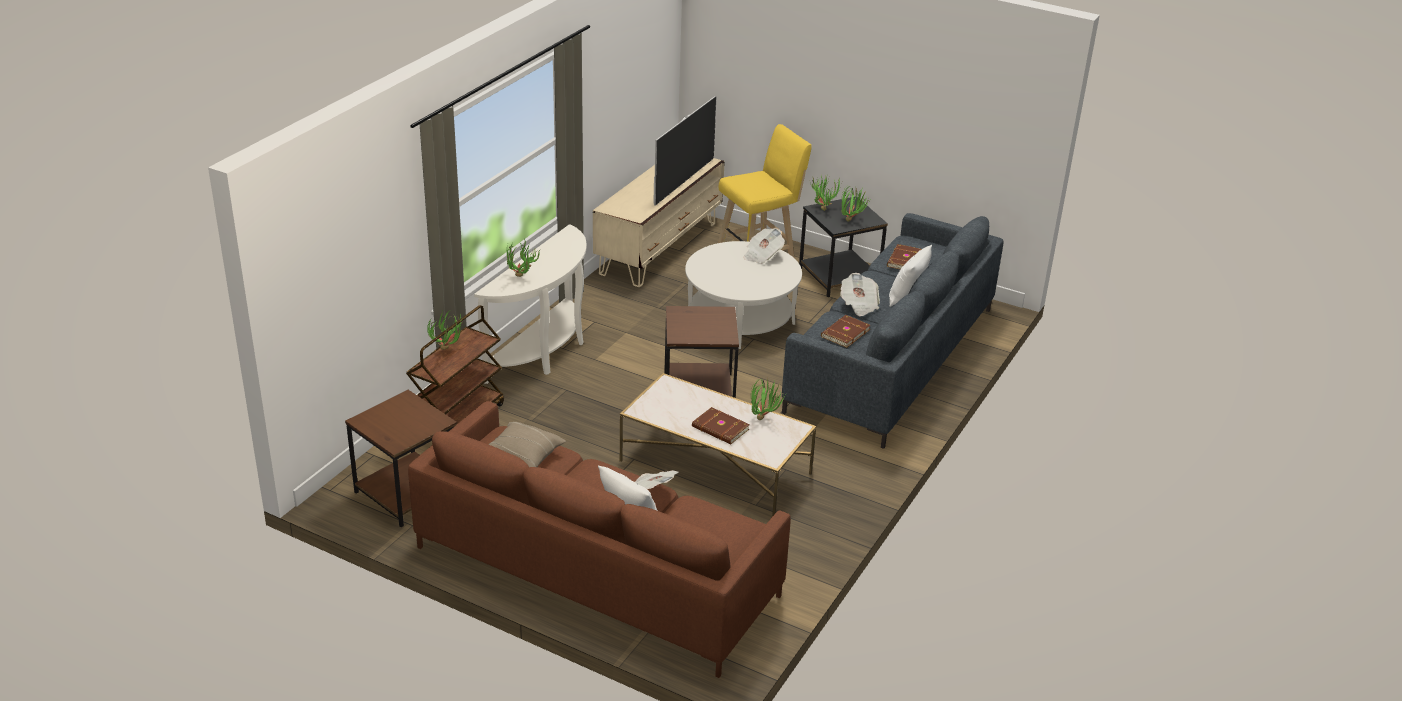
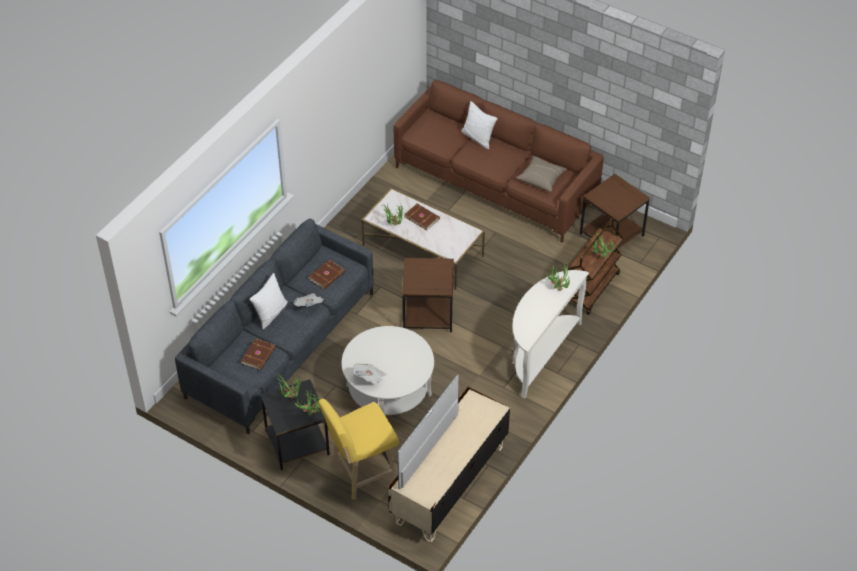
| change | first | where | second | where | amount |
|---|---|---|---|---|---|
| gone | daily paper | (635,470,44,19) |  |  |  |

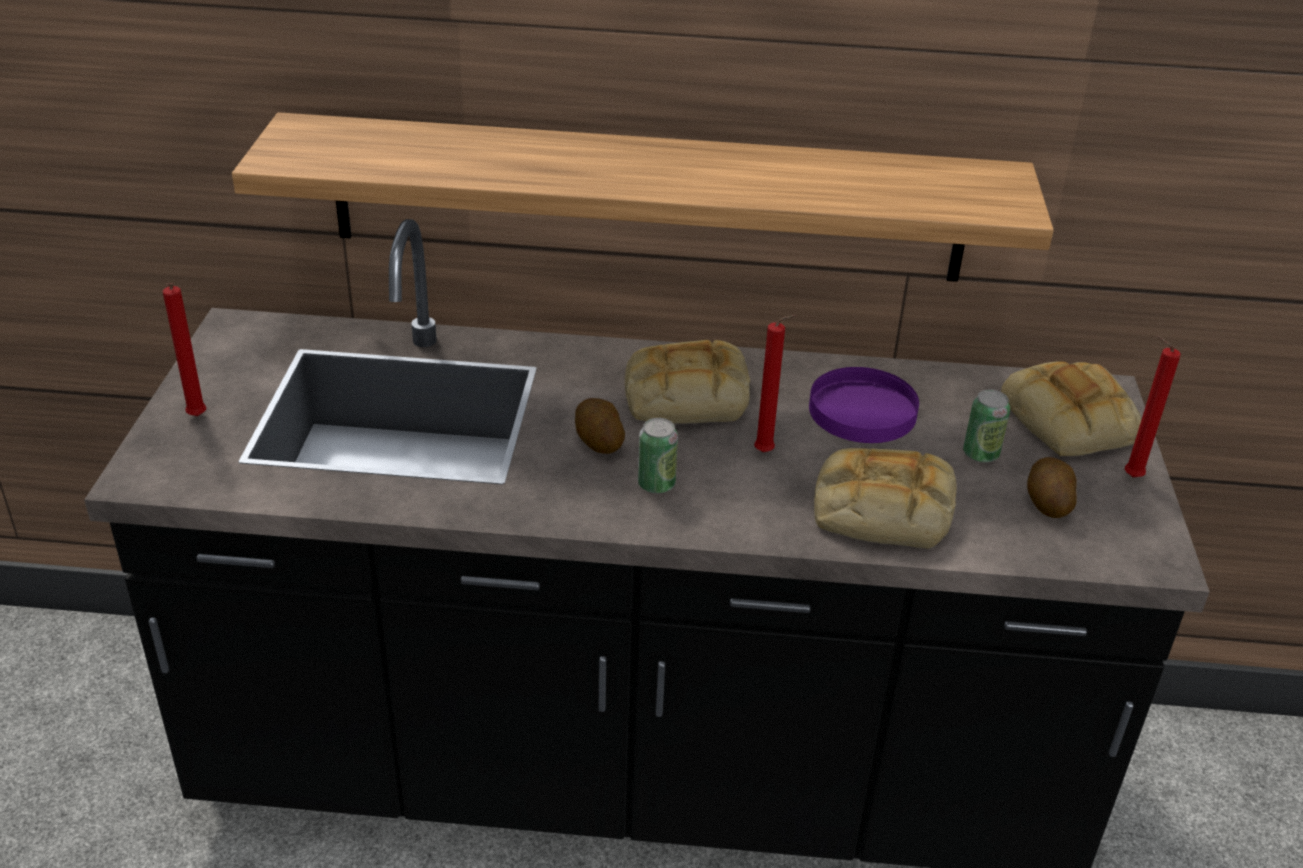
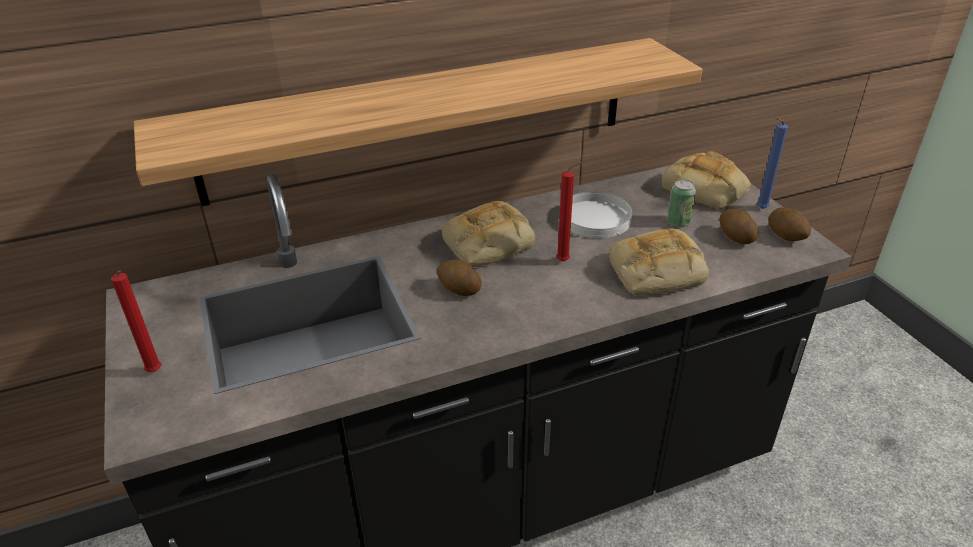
| change | first | where | second | where | amount |
|---|---|---|---|---|---|
| repainted | purple-coloured flat dish | (809,367,110,76) | white flat dish | (571,192,61,46) |  |
| repainted | reddish wax light | (1125,336,56,141) | bluish wax light | (757,117,31,92) |  |
| new |  |  | spud | (768,207,43,34) |  |
| gone | can | (638,418,40,76) |  |  |  |

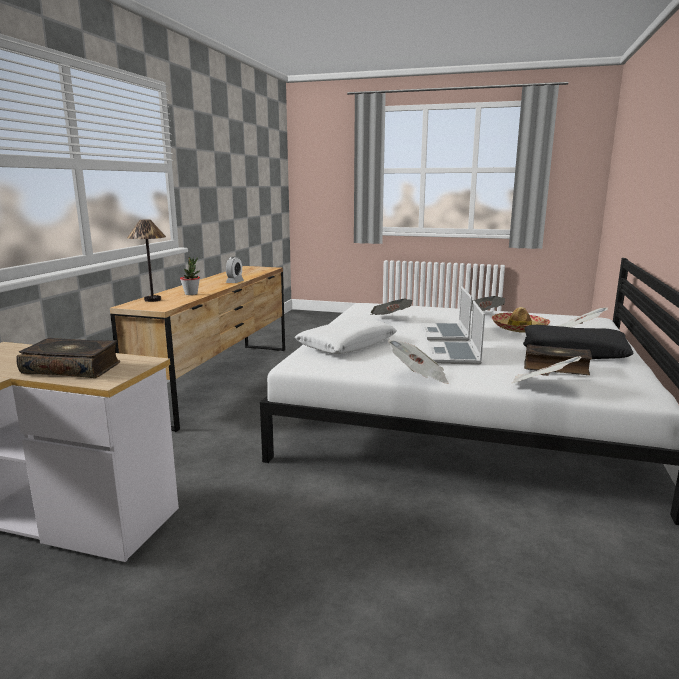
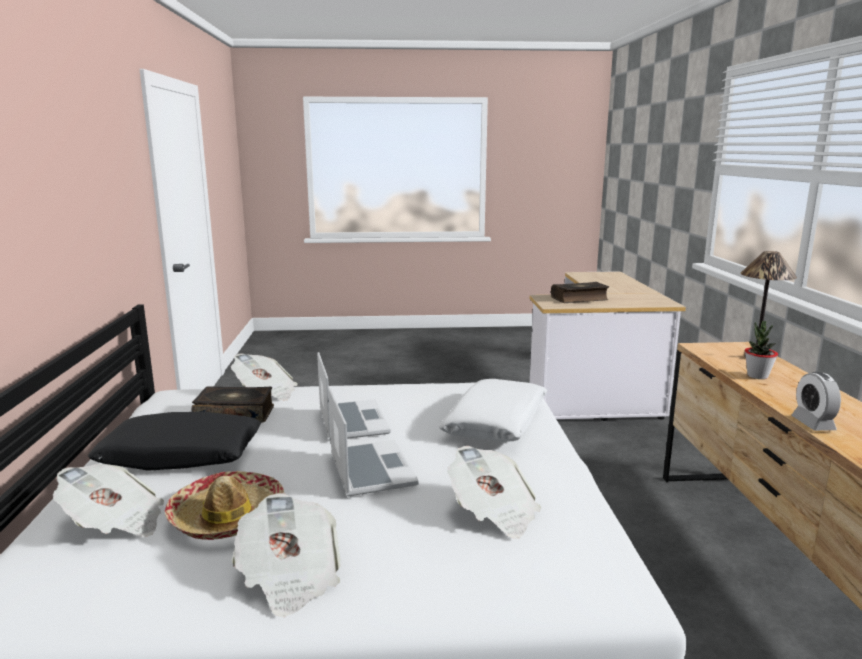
| change | first | where | second | where | amount |
|---|---|---|---|---|---|
| gone | daily paper | (388,340,61,44) |  |  |  |

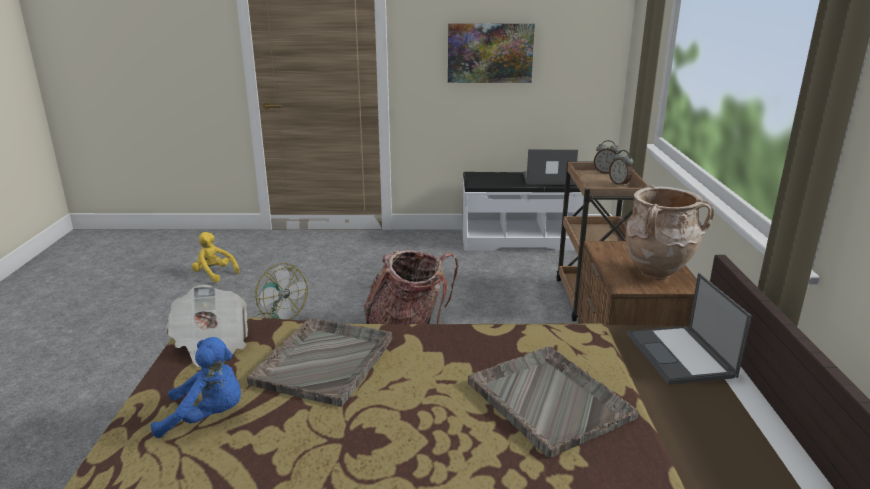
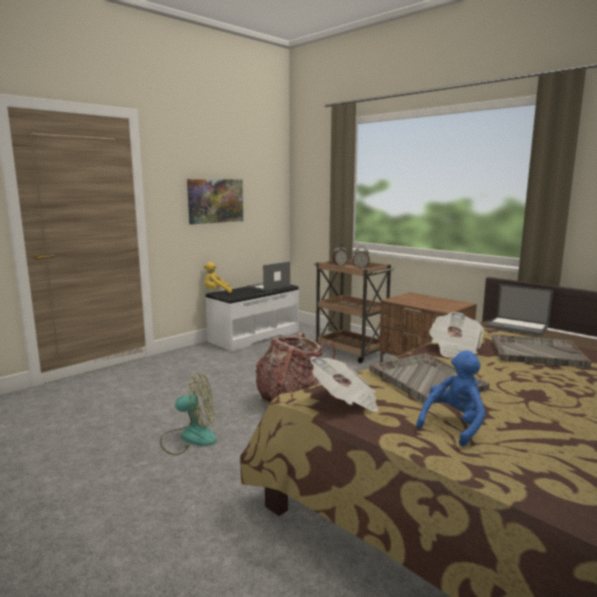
| change | first | where | second | where | amount |
|---|---|---|---|---|---|
| shifted | yellow-coloured plush toy | (192,232,48,50) |  | (204,262,28,31) |  |
| new |  |  | daily paper | (429,312,55,46) |  |
| gone | beige decorative vase | (625,185,90,95) |  |  |  |

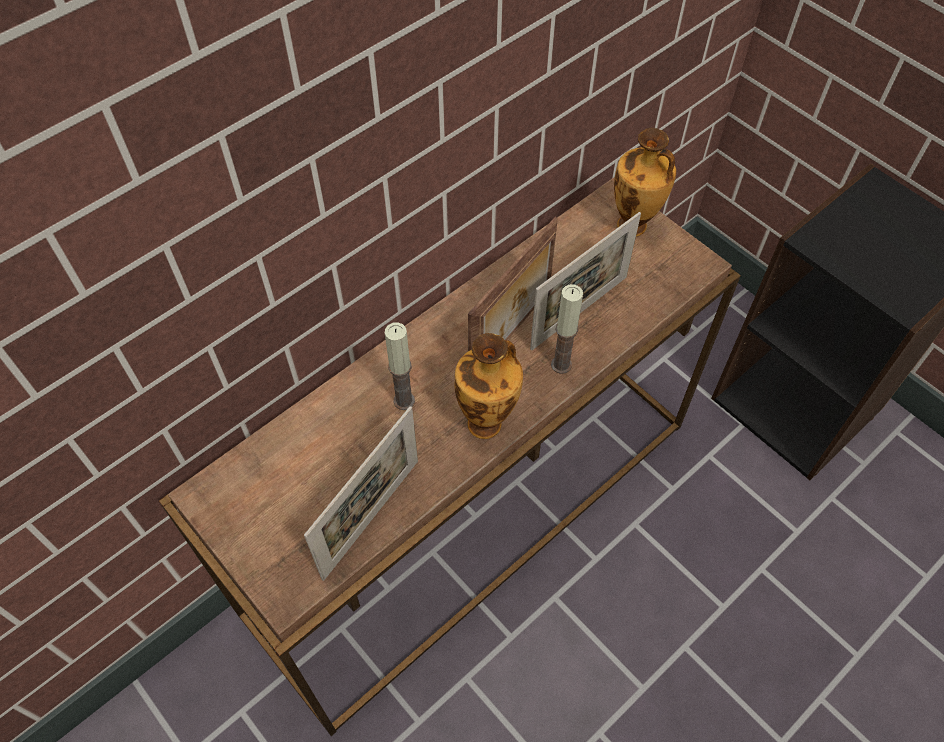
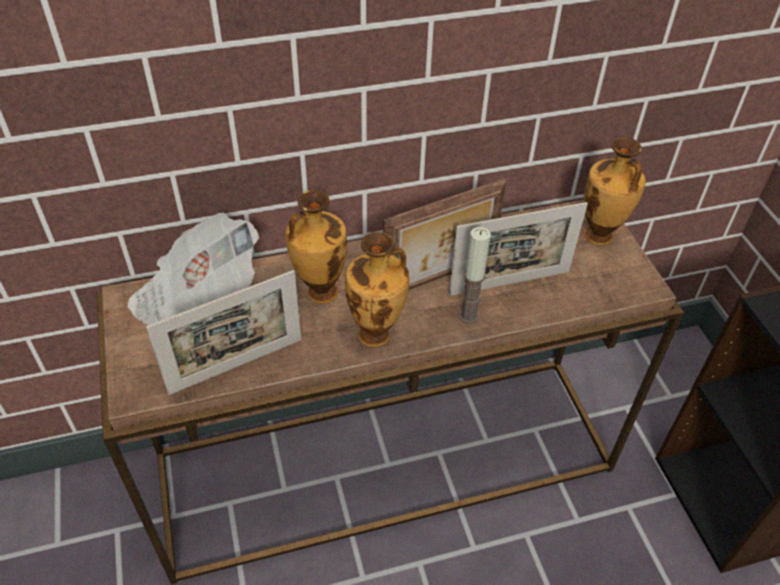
| change | first | where | second | where | amount |
|---|---|---|---|---|---|
| new |  |  | daily paper | (128,213,131,112) |  |
| swapped | wax light | (385,322,30,88) | decorative vase | (285,190,62,114) |  |

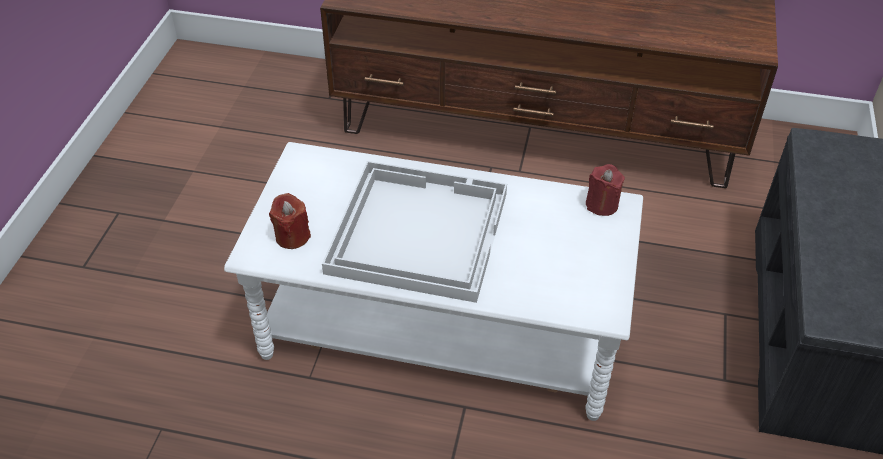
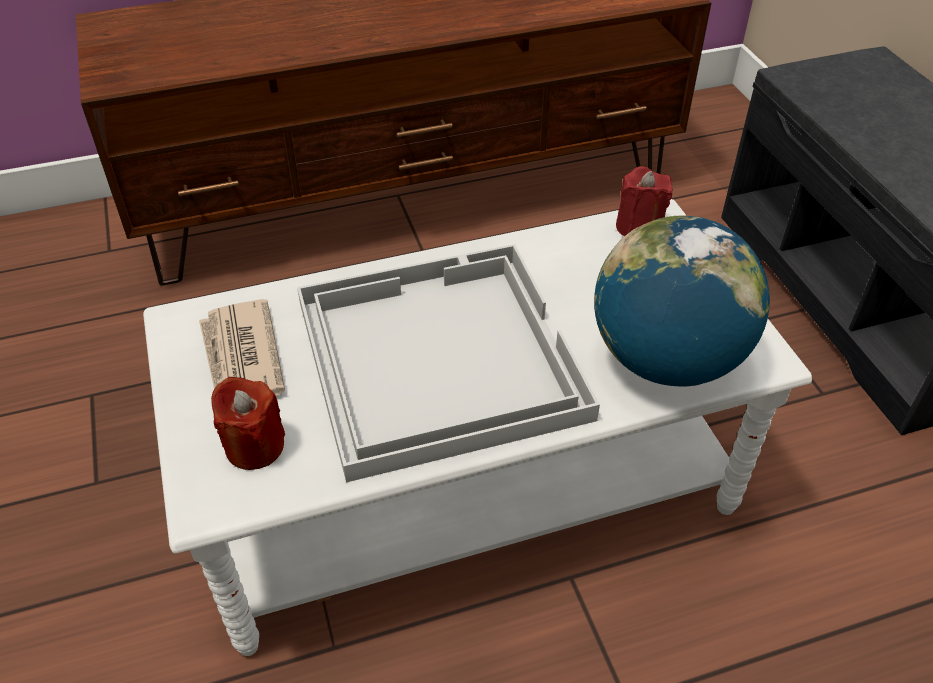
| change | first | where | second | where | amount |
|---|---|---|---|---|---|
| new |  |  | daily paper | (199,299,86,97) |  |
| new |  |  | globe | (594,216,176,171) |  |

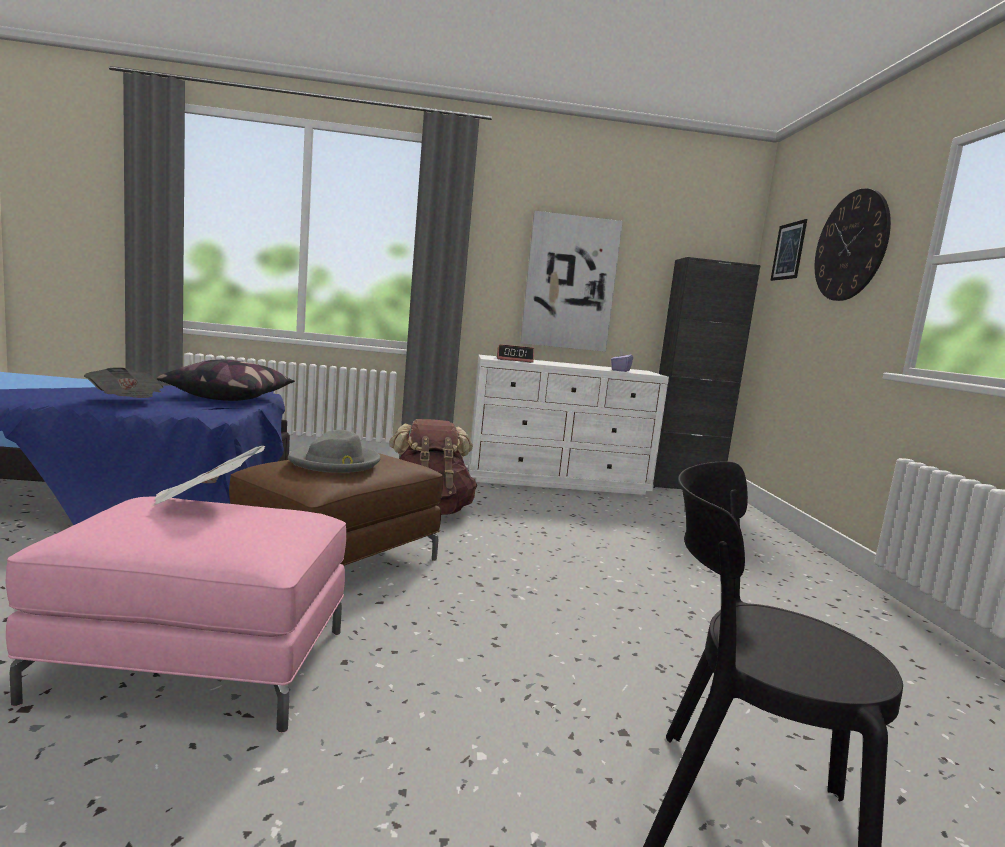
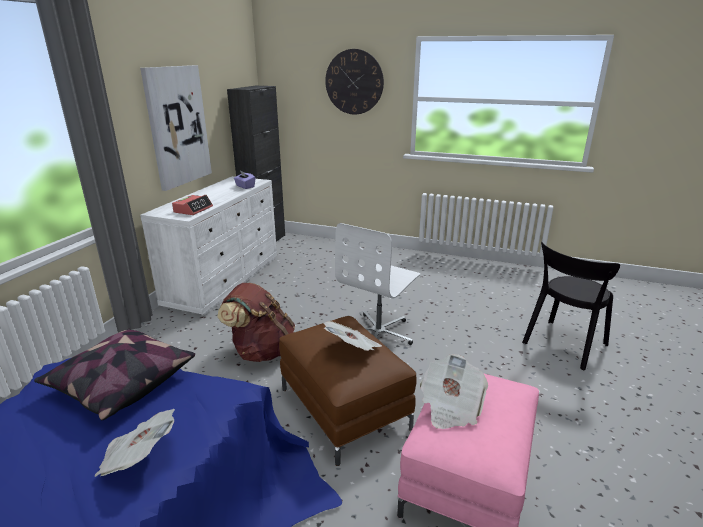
| change | first | where | second | where | amount |
|---|---|---|---|---|---|
| swapped | gray wearable hat | (288,430,93,43) | daily paper | (324,321,58,30) |  |
| new |  |  | white office chair | (335,223,85,122) |  |
| gone | wall art | (770,219,37,62) |  |  |  |

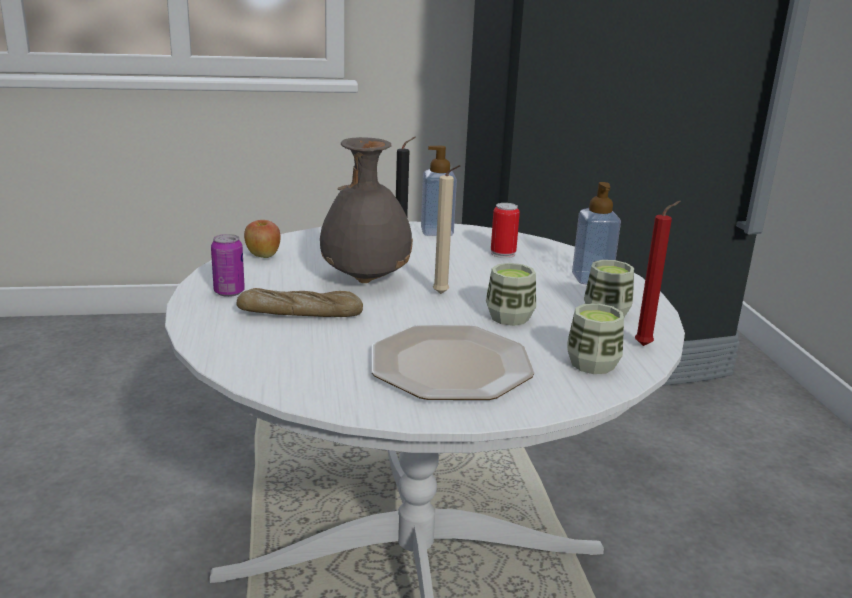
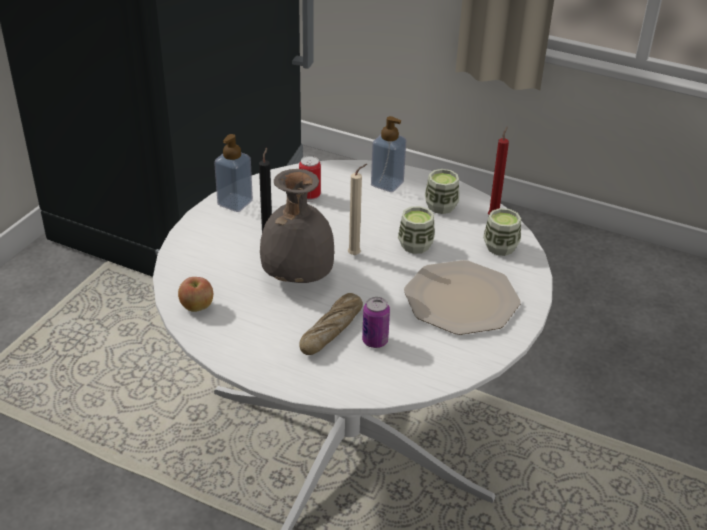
| change | first | where | second | where | amount |
|---|---|---|---|---|---|
| shifted | can | (211,234,34,63) |  | (362,297,28,51) |  |

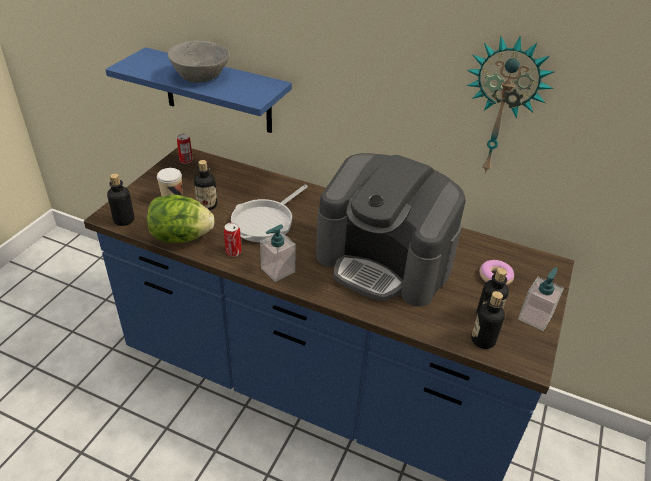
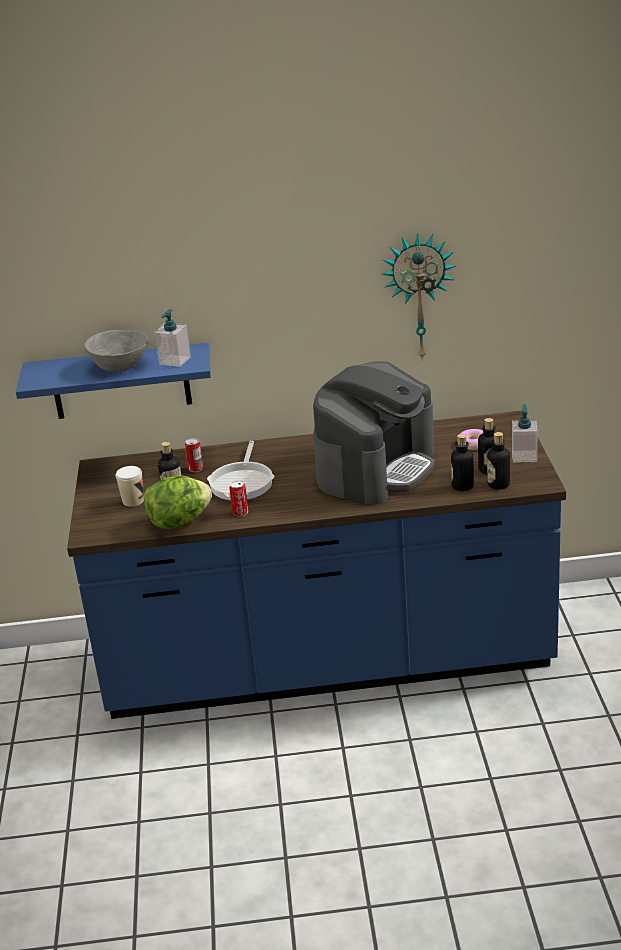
| change | first | where | second | where | amount |
|---|---|---|---|---|---|
| shifted | liquid soap bottle | (260,225,36,57) |  | (154,309,37,58) |  |
| shifted | can | (177,134,16,30) |  | (185,438,18,34) |  |
| rotated | coffee machine | (316,153,150,154) |  | (313,361,122,144) | 60 degrees counterclockwise |
| shifted | beverage bottle | (107,174,27,52) |  | (451,434,23,57) |  |

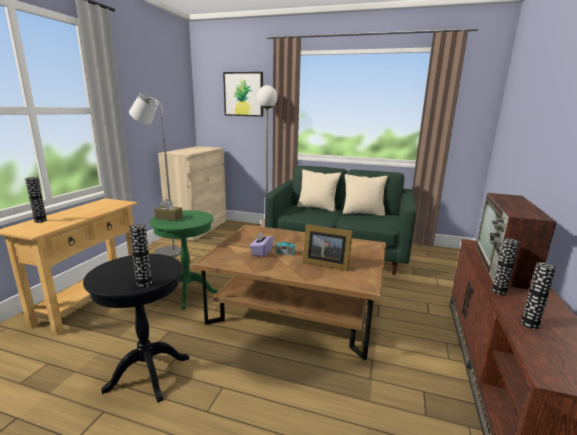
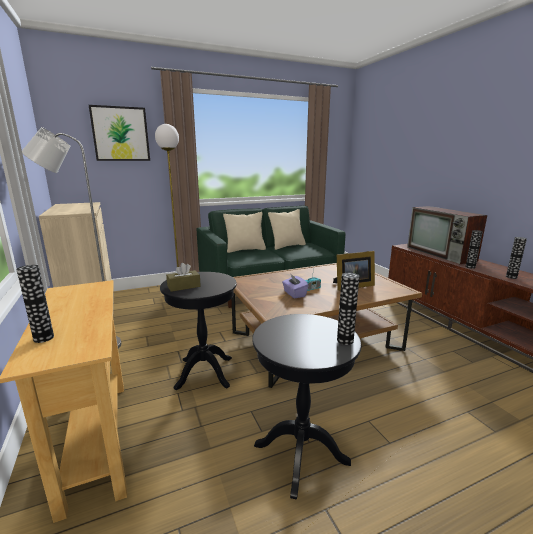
| change | first | where | second | where | amount |
|---|---|---|---|---|---|
| repainted | green-coloured accent table | (150,210,68,100) | blackish accent table | (160,272,77,118) |  |

